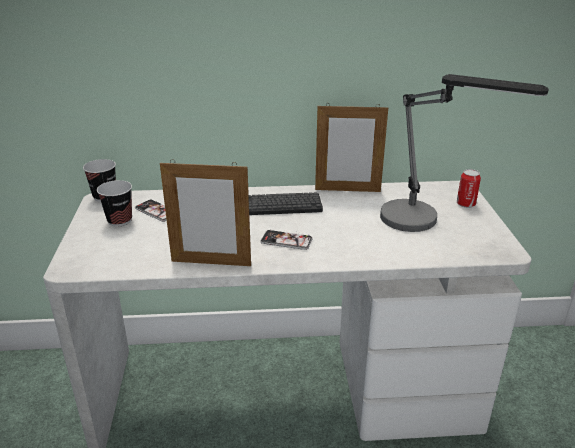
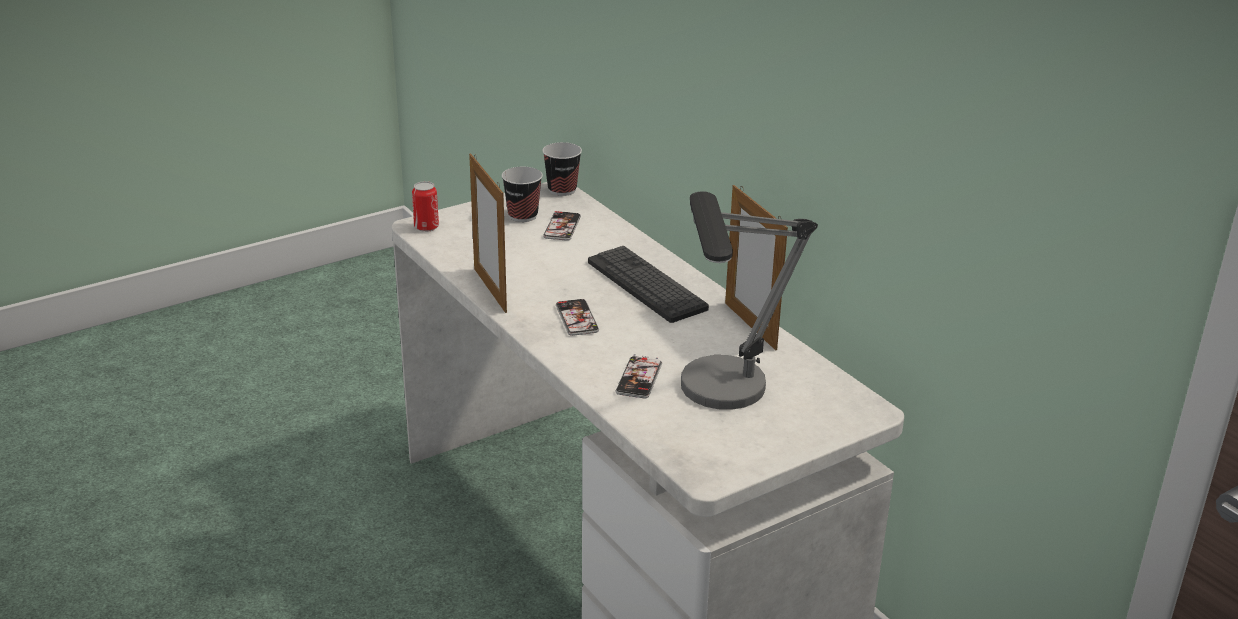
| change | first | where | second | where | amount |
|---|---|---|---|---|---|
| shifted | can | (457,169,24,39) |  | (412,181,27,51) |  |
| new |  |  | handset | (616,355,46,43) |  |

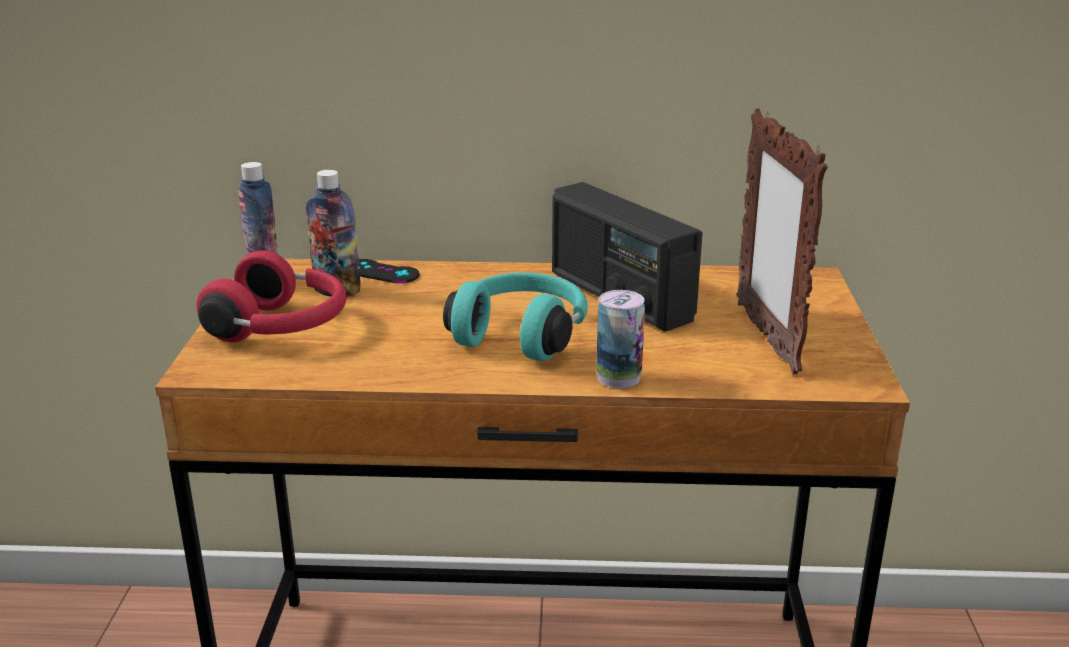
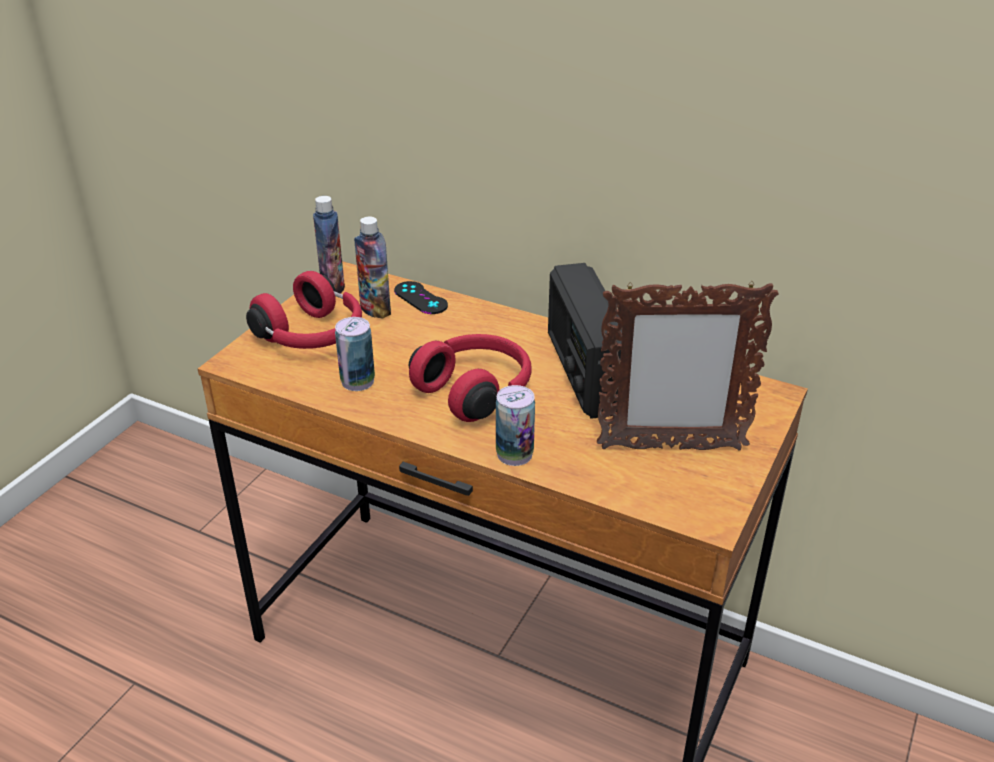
| change | first | where | second | where | amount |
|---|---|---|---|---|---|
| new |  |  | can | (335,317,40,74) |  |
| repainted | turquoise headphones | (443,272,145,89) | reddish headphones | (409,334,123,88) |  |
| rotated | standing frame | (737,108,91,266) |  | (597,281,181,170) | 105 degrees counterclockwise |

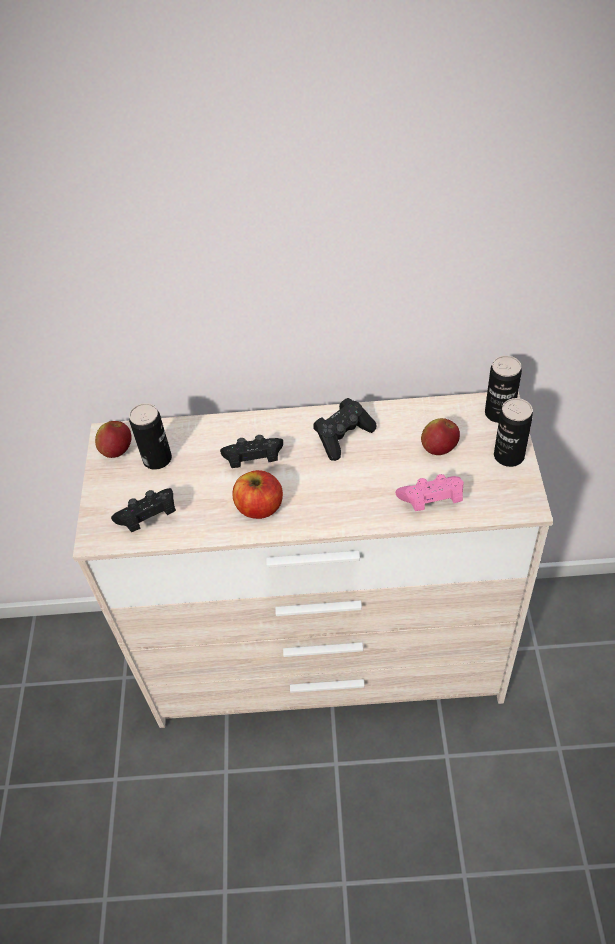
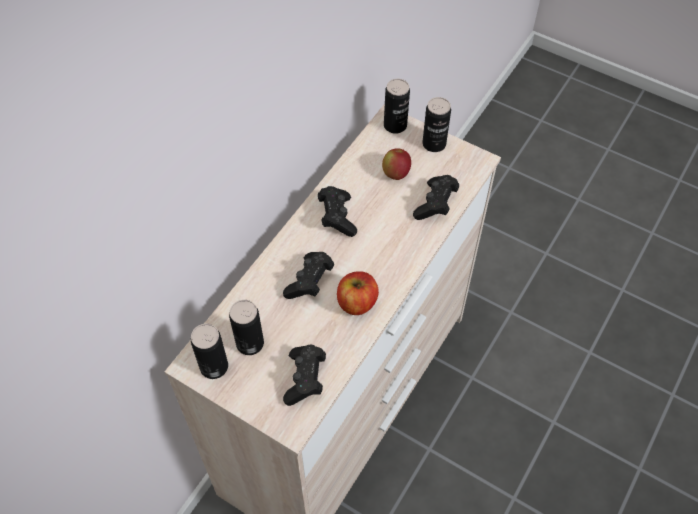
| change | first | where | second | where | amount |
|---|---|---|---|---|---|
| swapped | whole apple | (95,421,37,37) | can | (191,324,37,55) |  |
| repainted | pinkish game controller | (395,474,69,37) | blackish game controller | (413,175,46,45) |  |

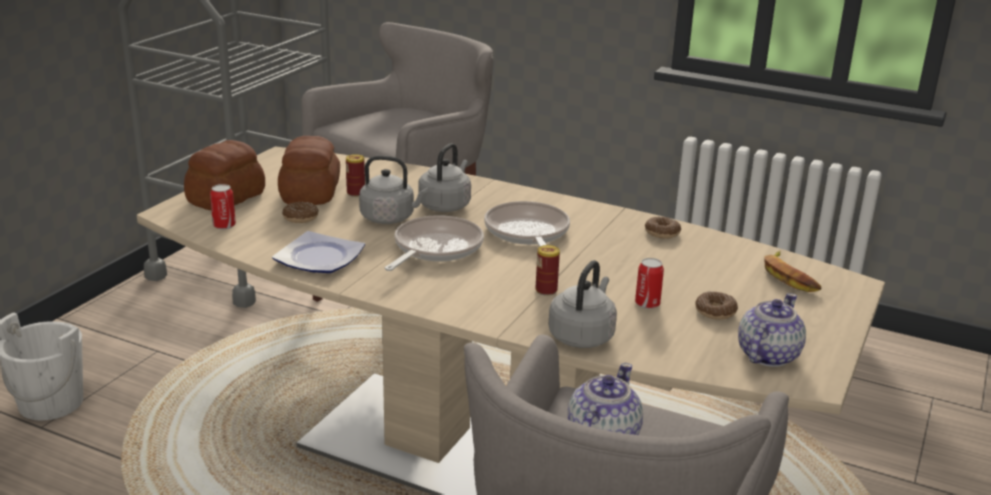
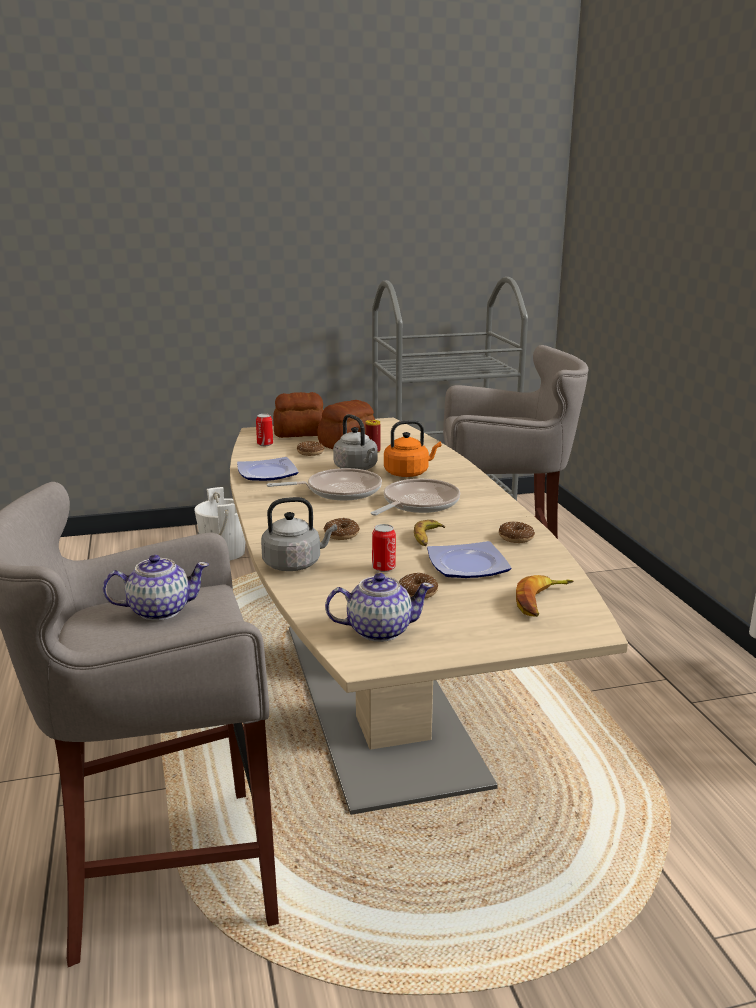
| change | first | where | second | where | amount |
|---|---|---|---|---|---|
| swapped | can | (536,245,24,51) | ring doughnut | (324,518,36,22) |  |
| repainted | gray kettle | (418,143,53,69) | orange-coloured kettle | (384,420,57,57) |  |
| new |  |  | banana | (414,520,31,26) |  |
| new |  |  | flat dish | (427,541,85,37) |  |

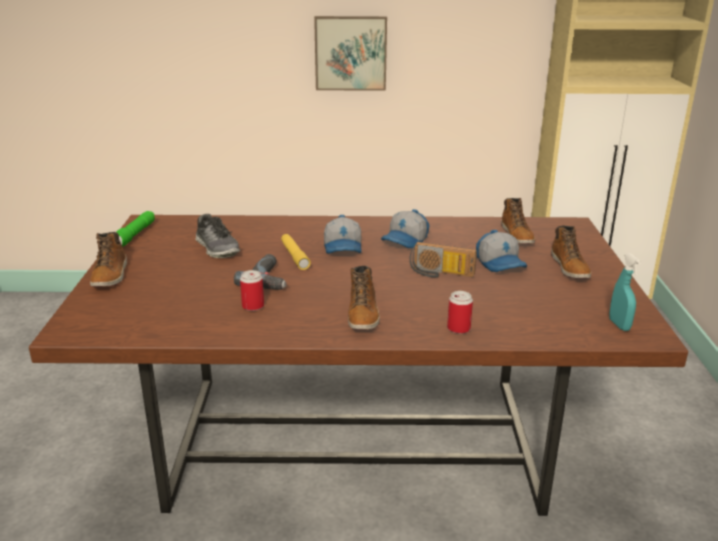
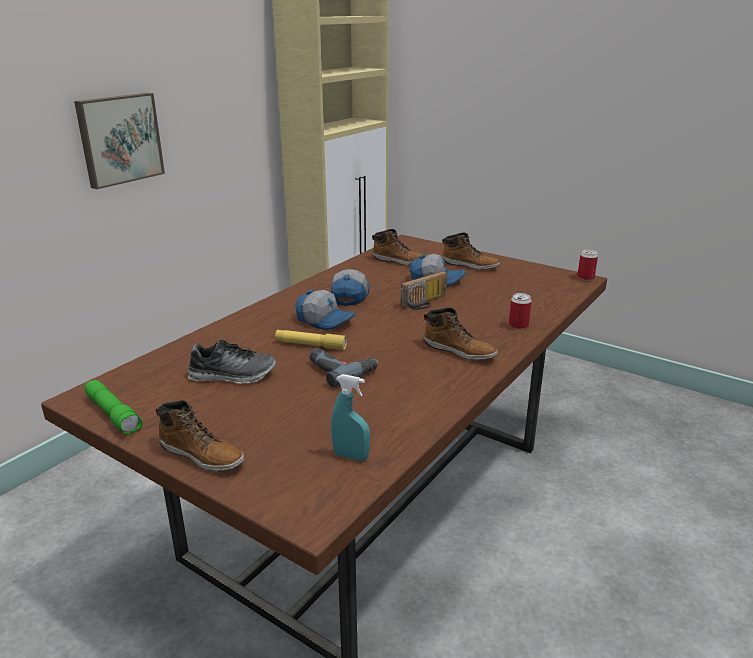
| change | first | where | second | where | amount |
|---|---|---|---|---|---|
| rotated | cap | (381,209,48,39) |  | (331,269,39,37) | 150 degrees counterclockwise |
| shifted | turquoise hand sprayer | (609,253,32,78) |  | (331,374,39,87) |  |
| shifted | can | (240,270,24,41) |  | (577,250,21,31) |  |

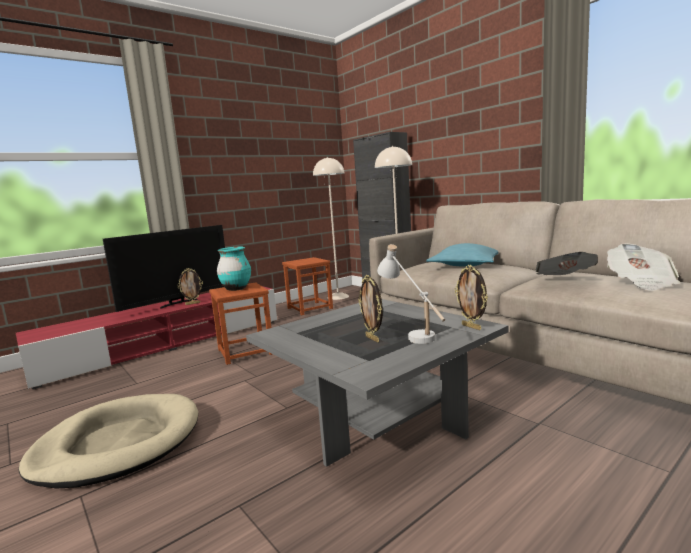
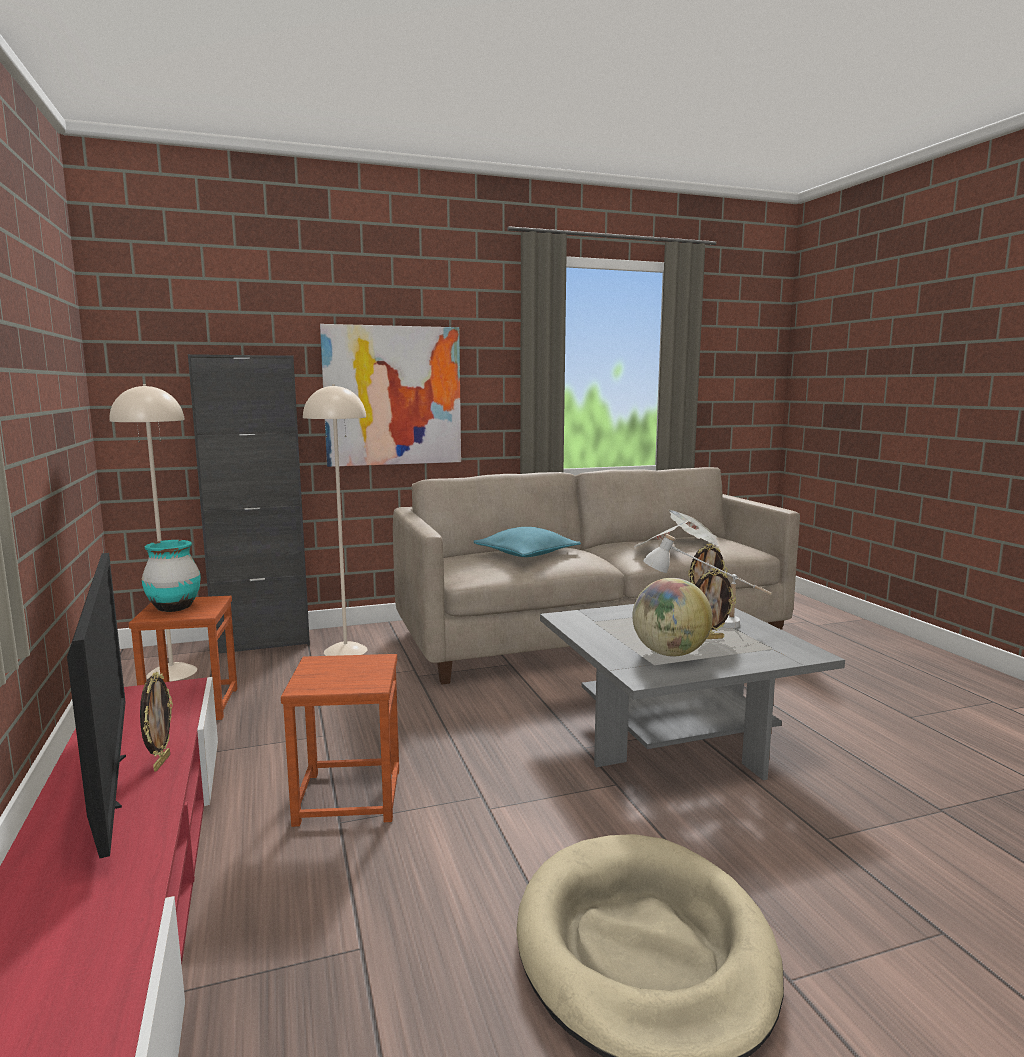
| change | first | where | second | where | amount |
|---|---|---|---|---|---|
| shifted | turquoise decorative vase | (217,247,34,44) |  | (142,540,59,72) |  |
| new |  |  | wall art | (320,324,141,143) |  |
| new |  |  | globe | (632,578,81,78) |  |

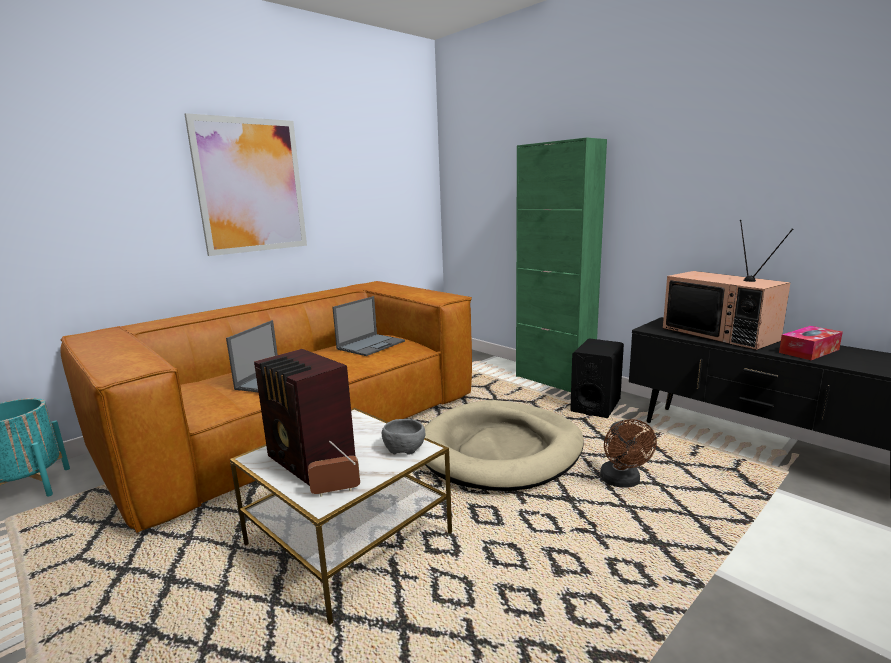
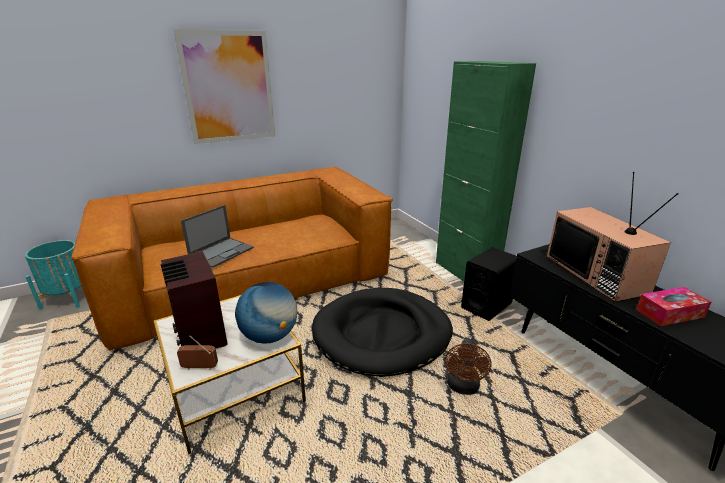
| change | first | where | second | where | amount |
|---|---|---|---|---|---|
| swapped | gray serving bowl | (382,419,43,36) | globe | (235,282,62,62) |  |
| repainted | beige dog cushion | (424,400,160,91) | blackish dog cushion | (312,288,141,89) |  |
| gone | portable computer | (332,296,73,60) |  |  |  |

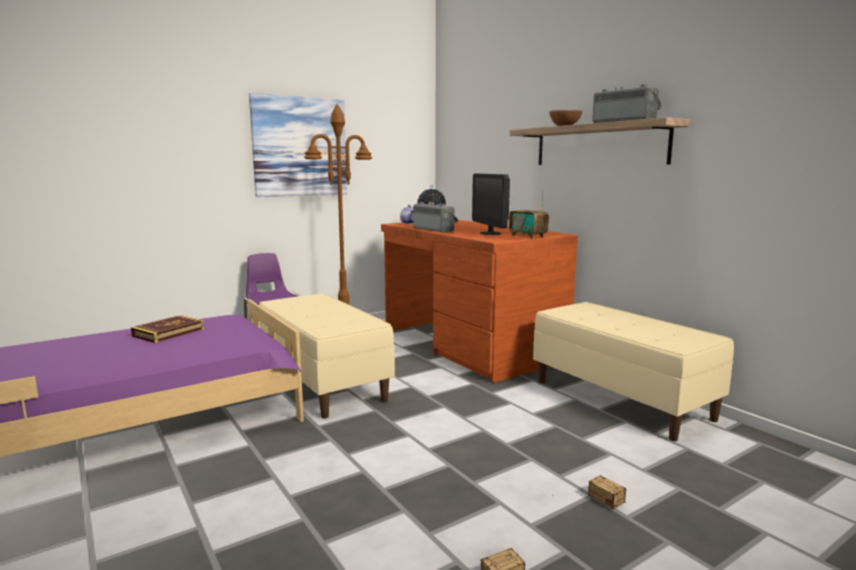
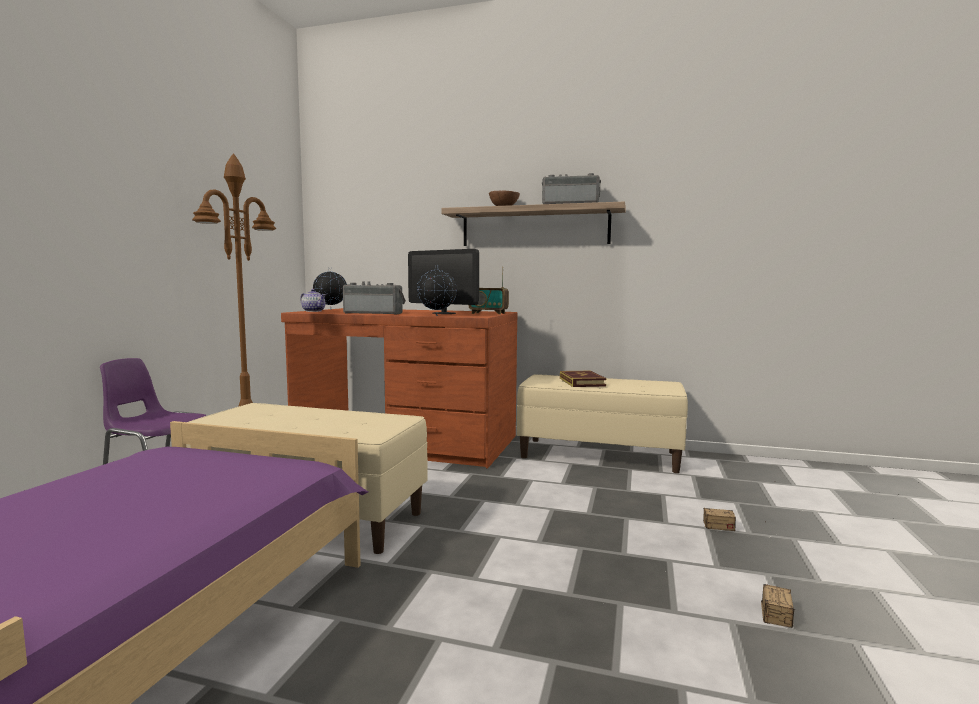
| change | first | where | second | where | amount |
|---|---|---|---|---|---|
| new |  |  | globe | (417,265,40,51) |  |
| shifted | volume | (131,315,73,28) |  | (560,370,46,17) |  |
| gone | wall art | (249,93,98,104) |  |  |  |

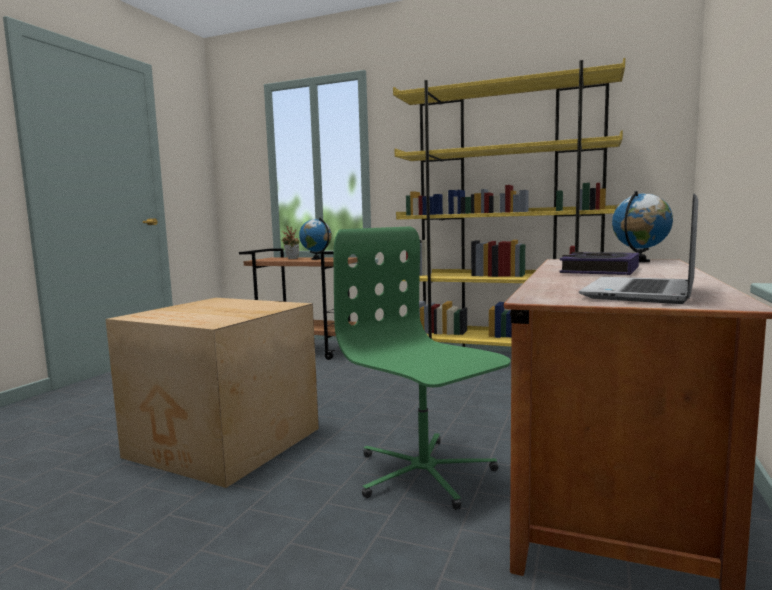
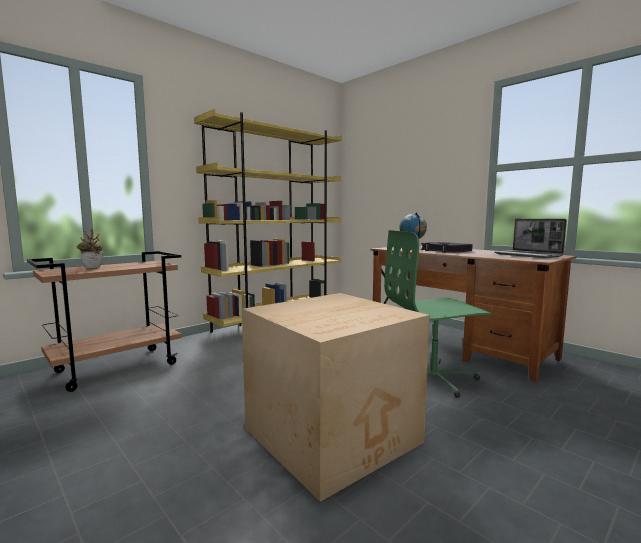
| change | first | where | second | where | amount |
|---|---|---|---|---|---|
| gone | globe | (299,218,33,42) |  |  |  |

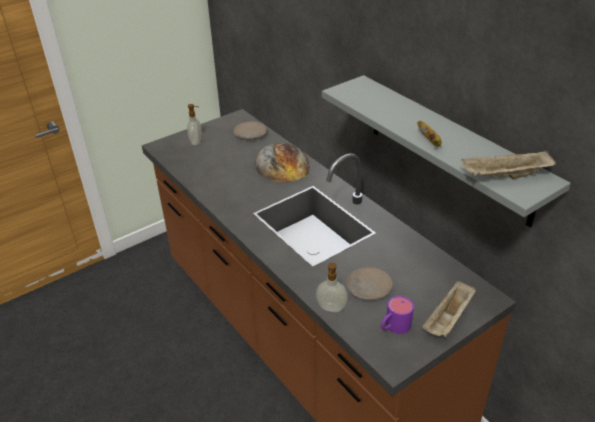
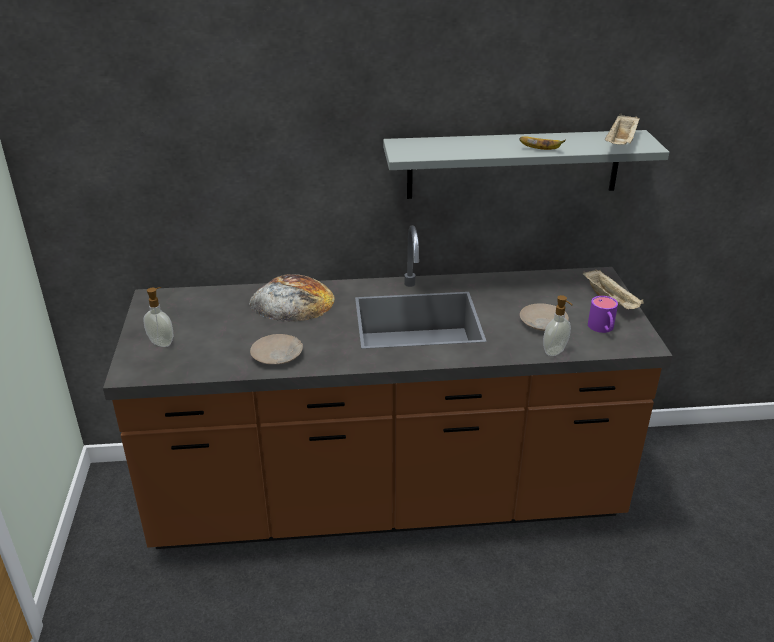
| change | first | where | second | where | amount |
|---|---|---|---|---|---|
| shifted | beige flat dish | (234,122,33,18) |  | (250,334,53,30) |  |

